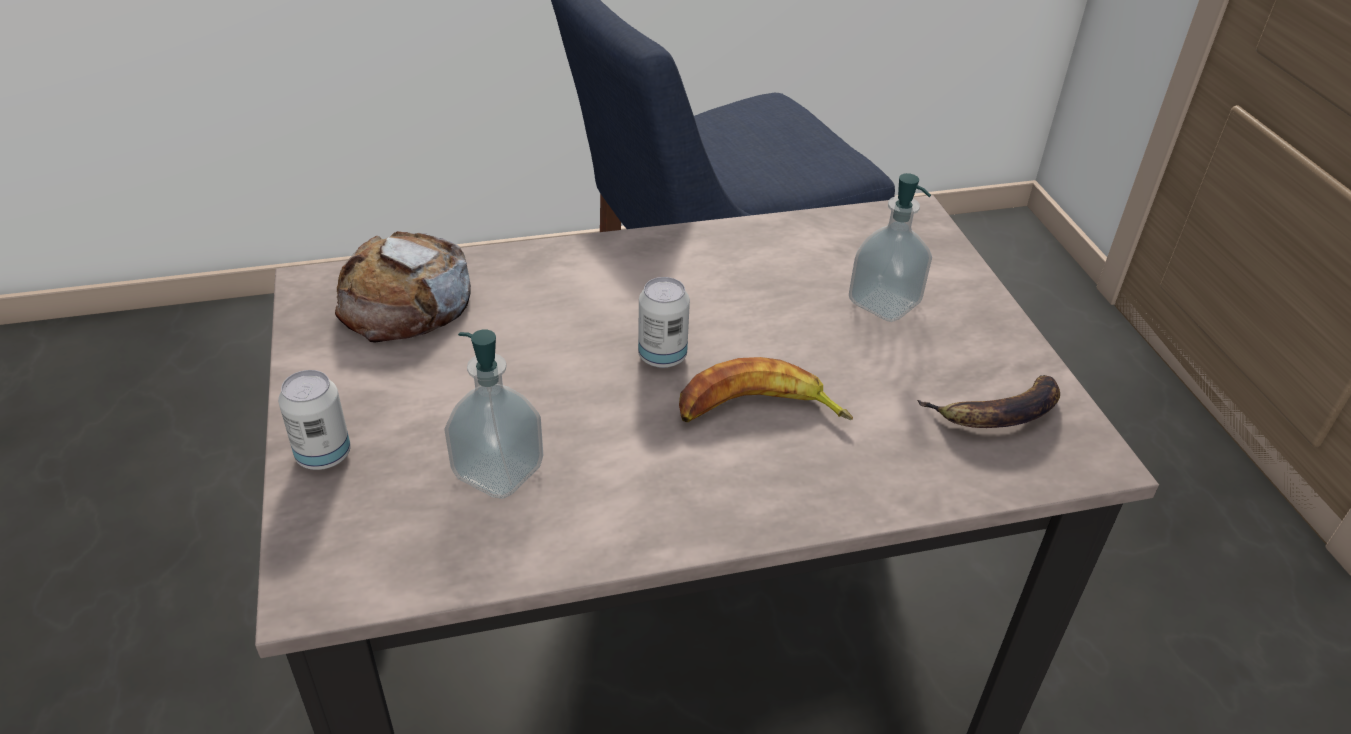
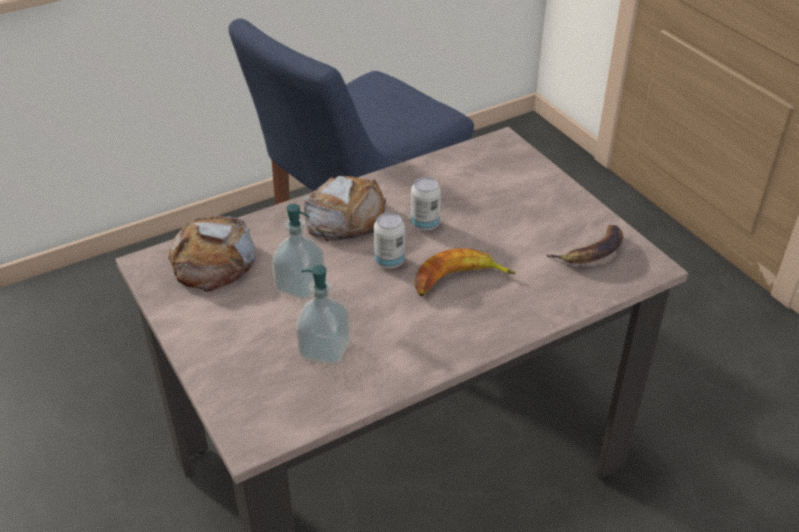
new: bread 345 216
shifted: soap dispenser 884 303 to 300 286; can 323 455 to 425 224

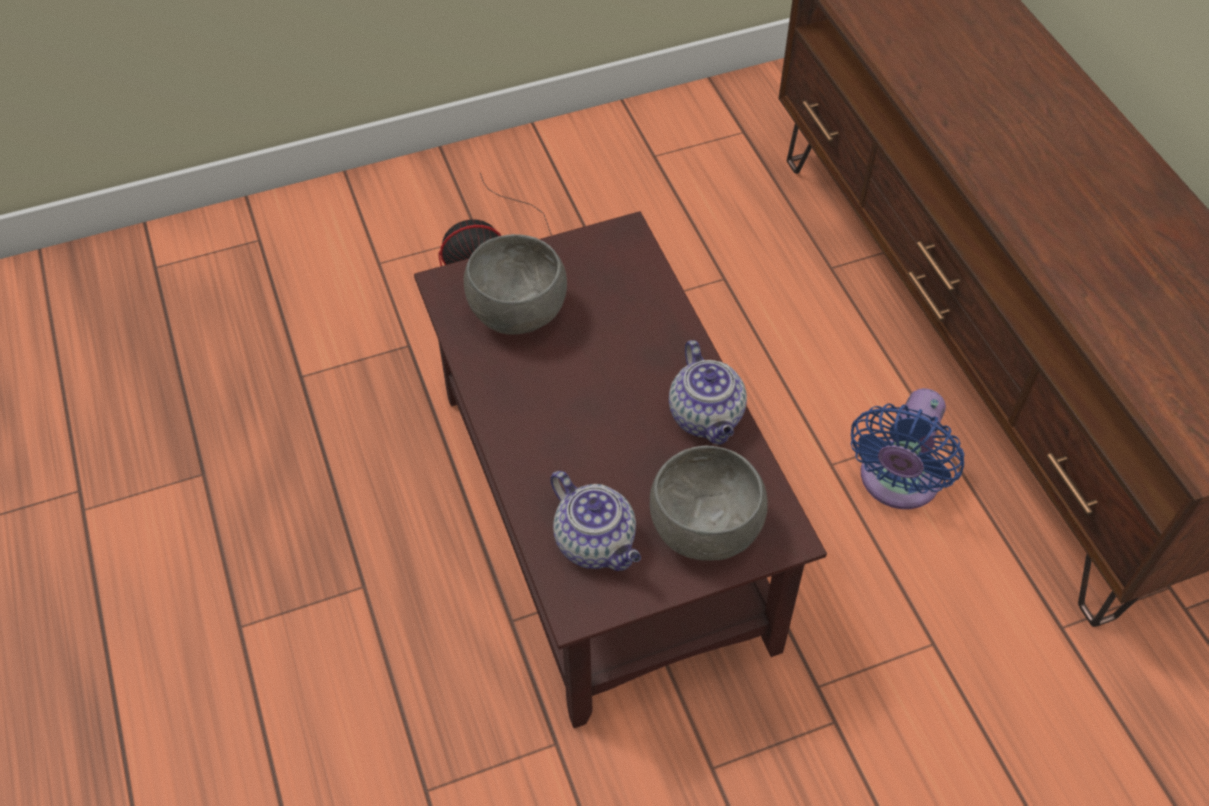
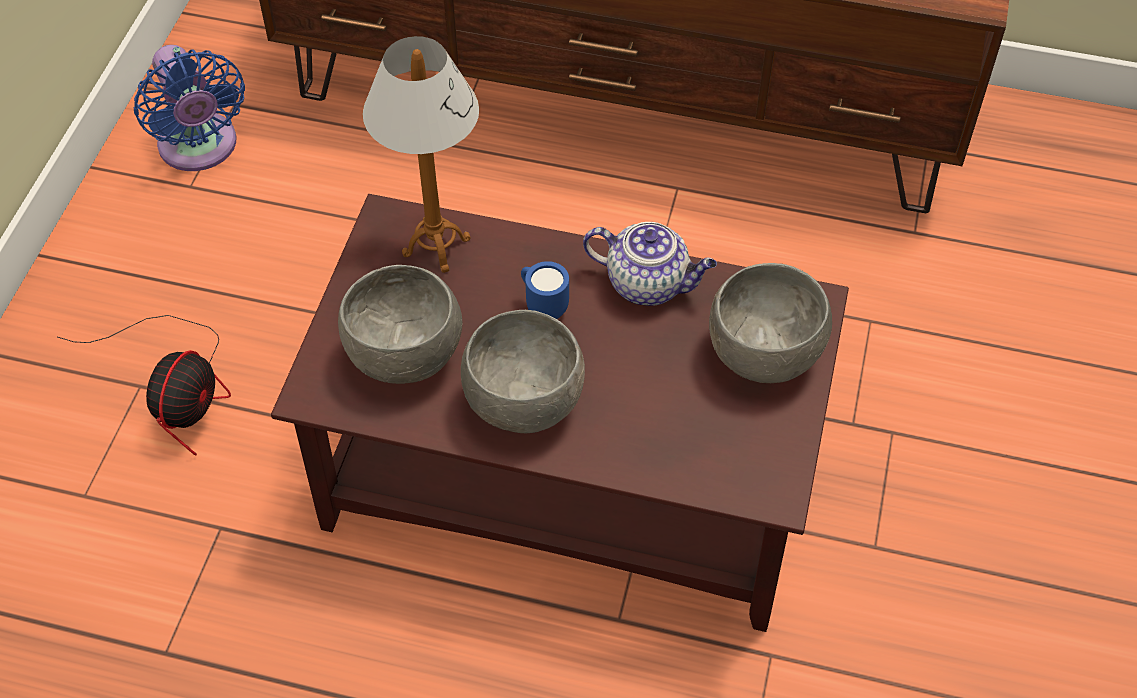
gone: teapot 597 543
new: table lamp 435 246; grey bowl 525 404; blue mug 543 308
shifted: blue fan 896 482 to 200 149

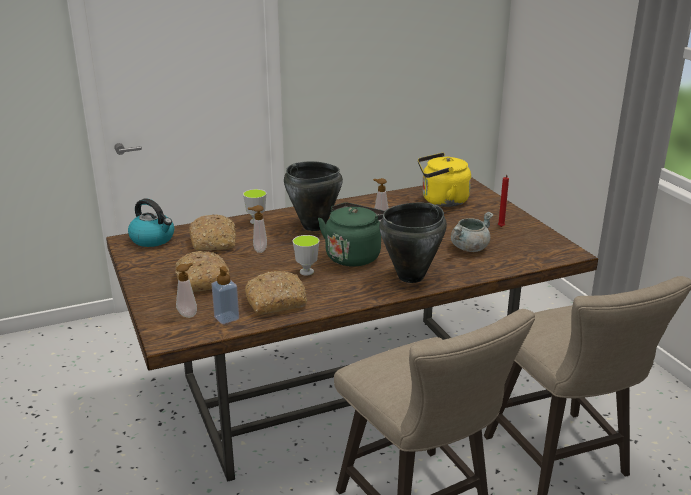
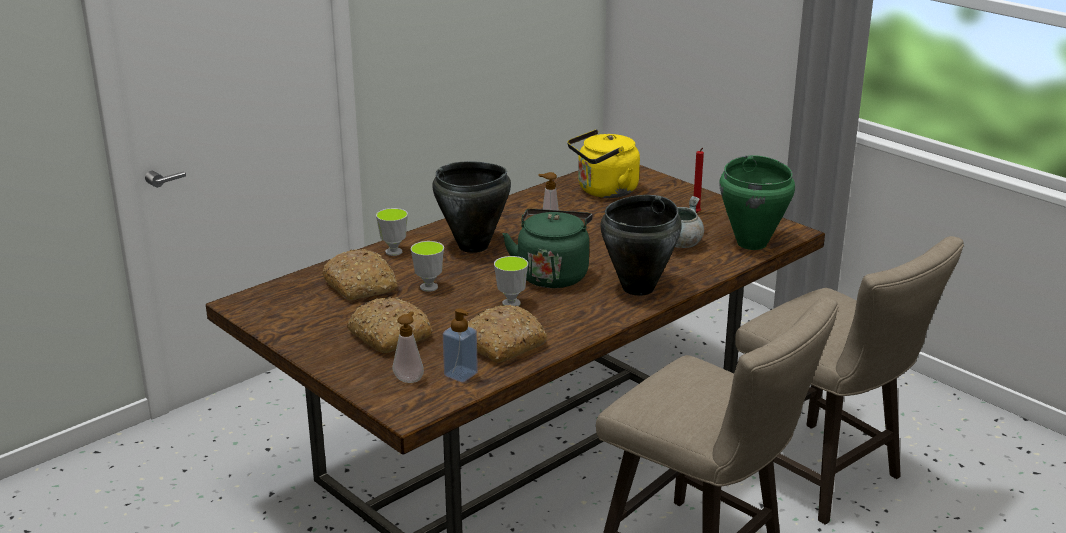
gone: kettle 153 239
new: green cooking pot 752 243
swapped: soap dispenser 258 250 to cup 429 287

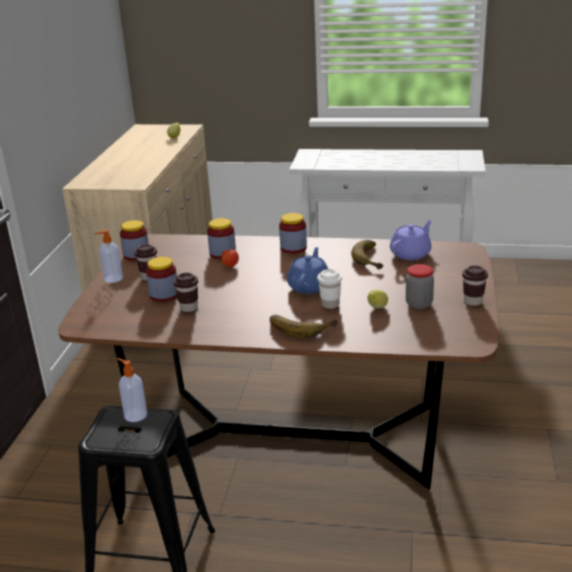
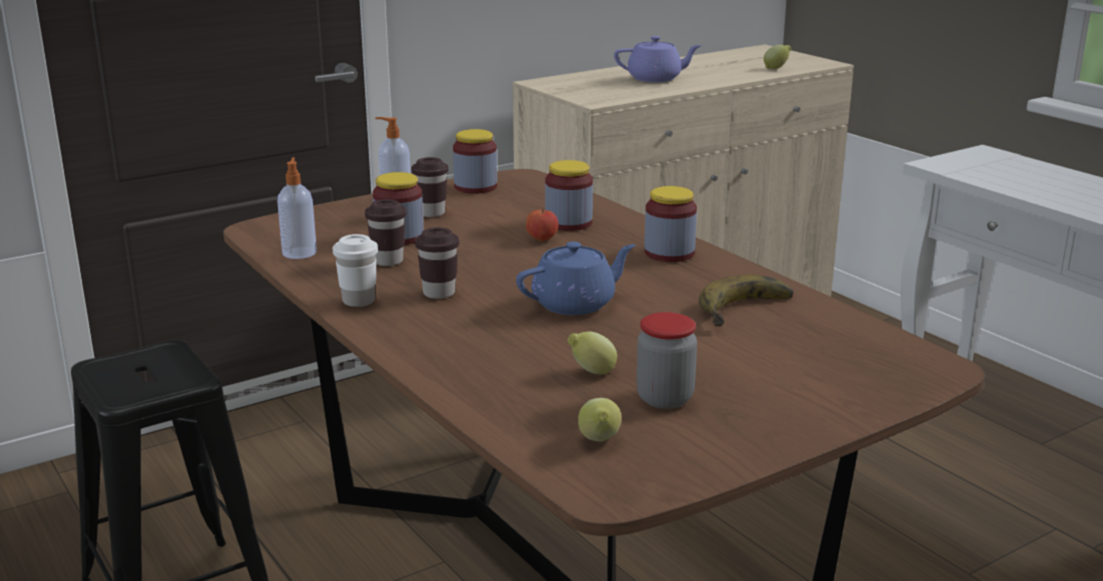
gone: banana 301 326
new: lemon 599 441
shifted: soap dispenser 135 415 to 299 252; white cup 330 305 to 358 301; brown cup 473 301 to 439 293; purple teapot 411 254 to 656 78

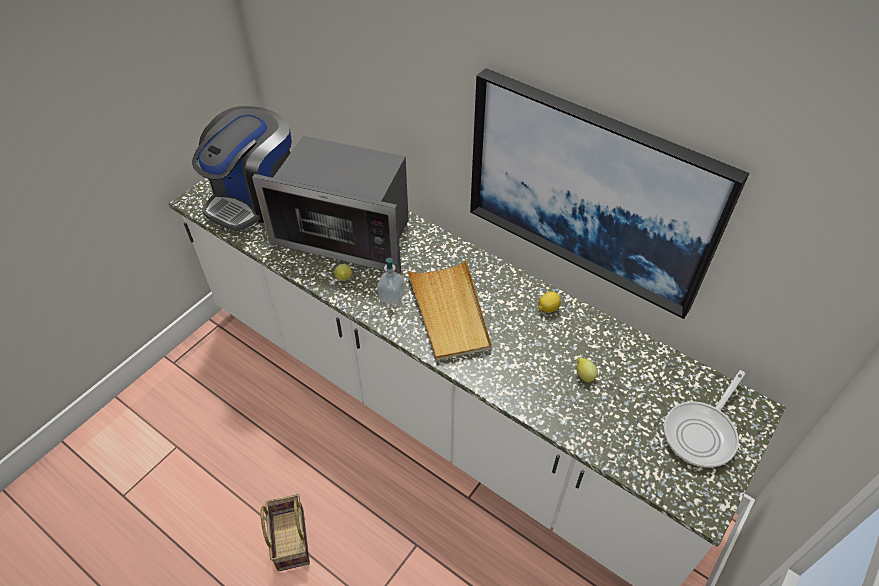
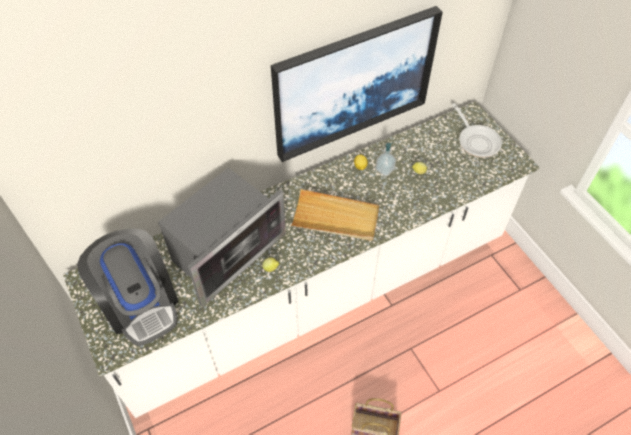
shifted: soap dispenser 392 296 to 384 170

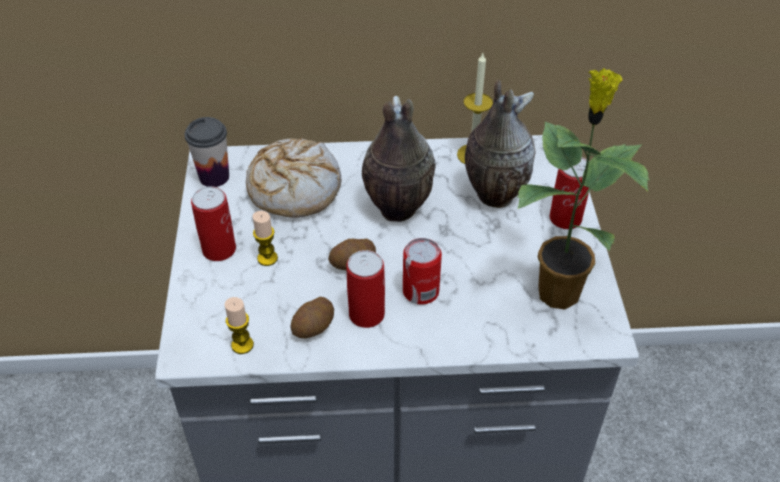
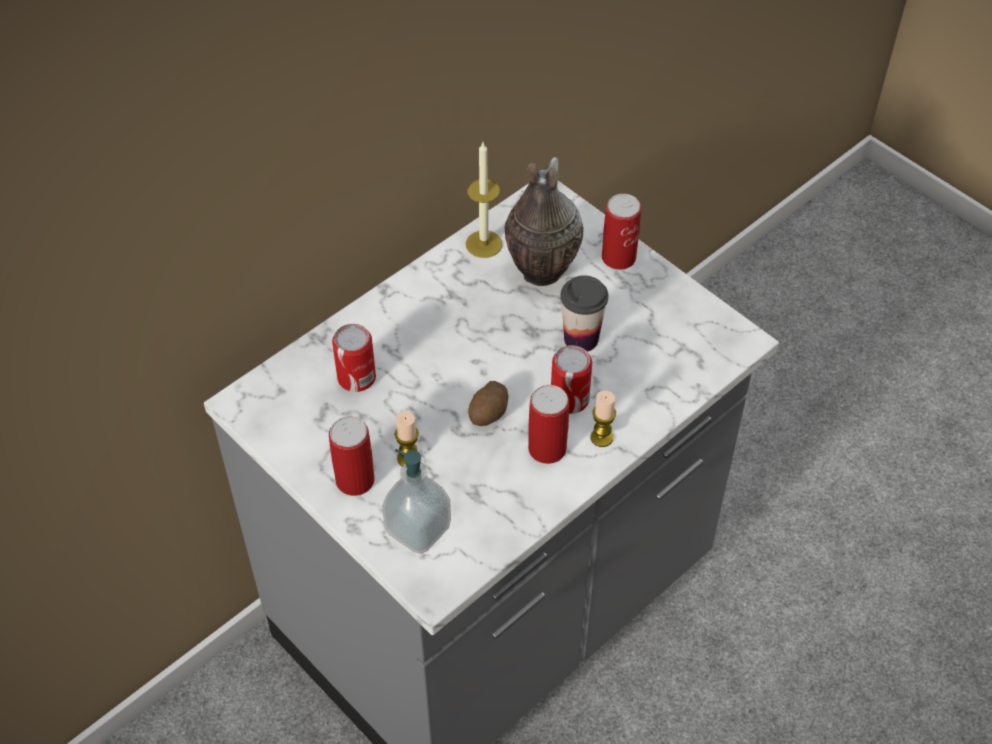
gone: potato 314 327; vase 396 211; potted plant 558 290
new: soap dispenser 418 529
shifted: cup 214 177 to 581 338; candle 242 345 to 601 437
swapped: bread 293 188 to can 356 378

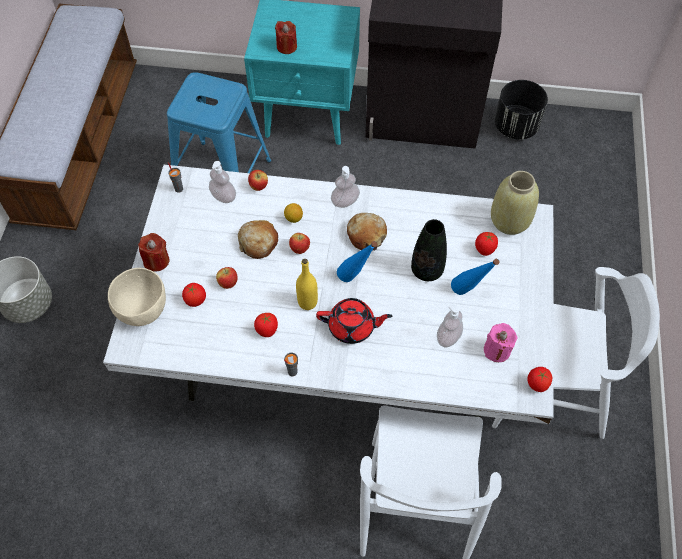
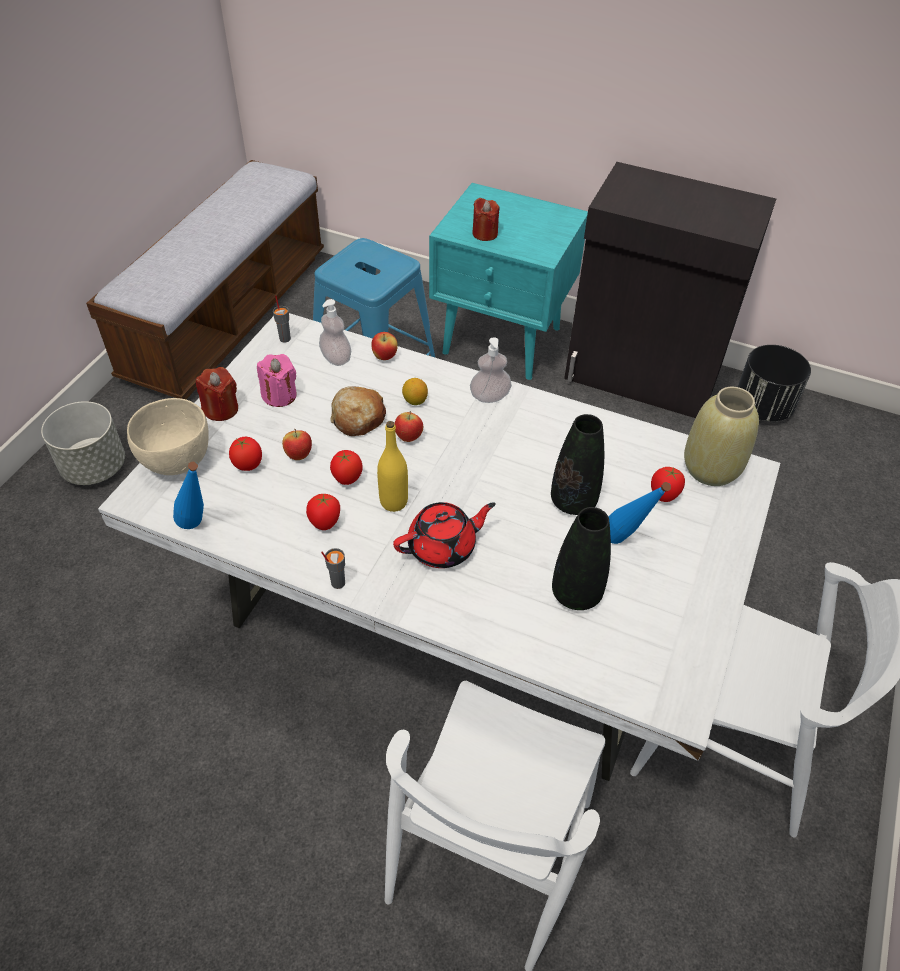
gone: bread 366 235
shifted: blue bottle 355 279 to 199 528; pink candle 497 350 to 279 395; tomato 536 385 to 347 479
swapped: soap dispenser 448 337 to black vase 576 594
rotated: red teapot 352 327 = 443 547 45 degrees counterclockwise

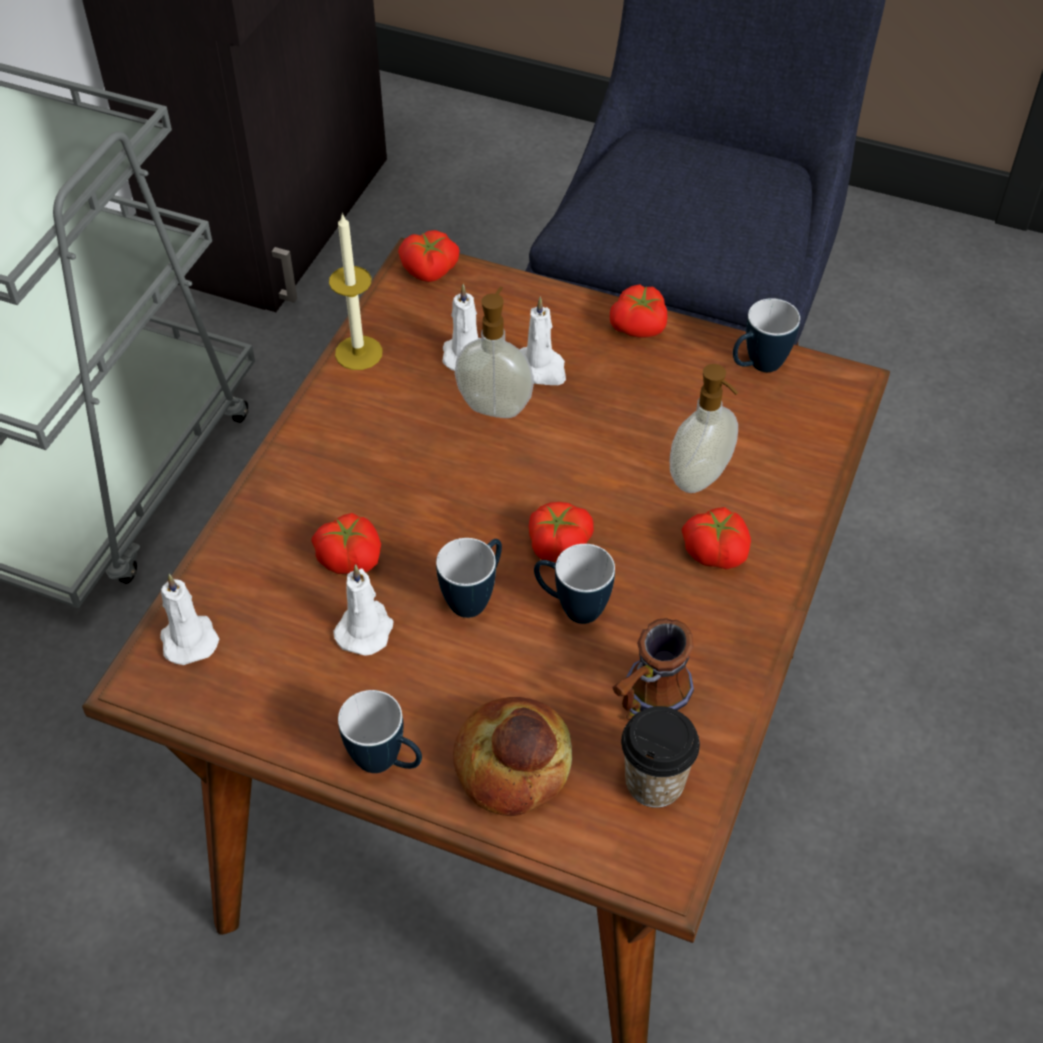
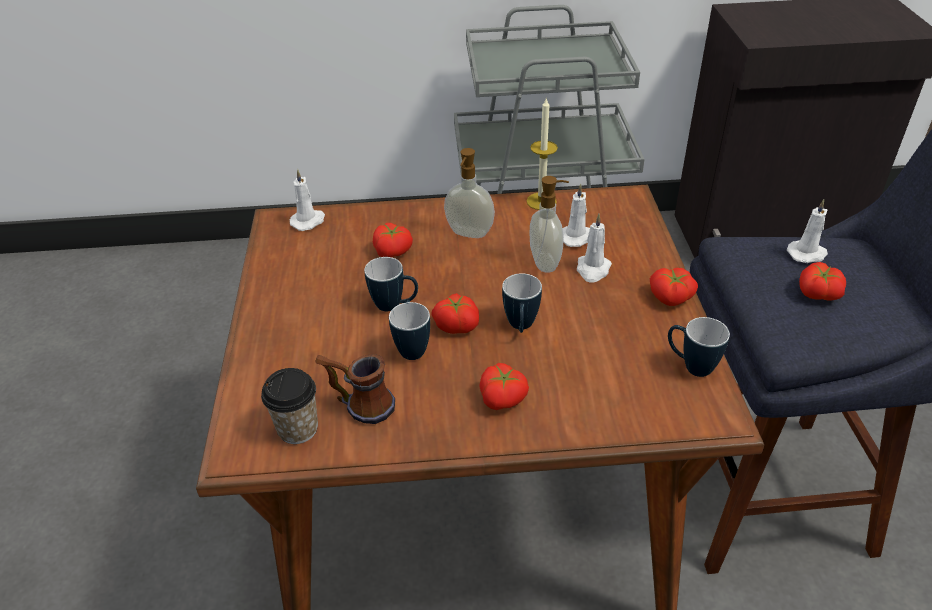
gone: bread 511 763
shifted: soap dispenser 701 478 to 469 233; mug 386 763 to 521 328; white candle 365 628 to 807 254; tomato 429 271 to 816 294

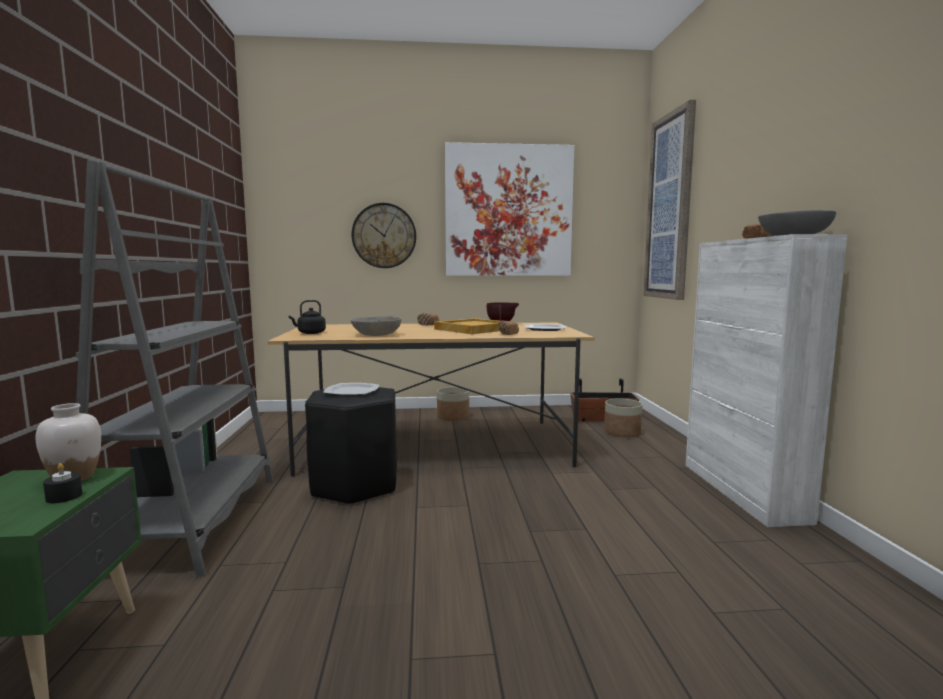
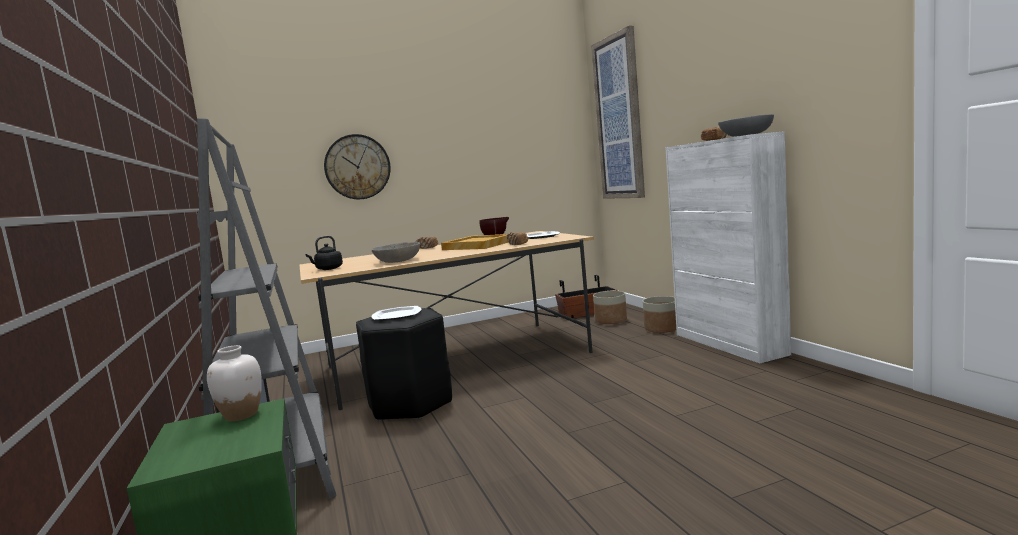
gone: black candle 64 497; picture 508 211
shifted: planter 453 417 to 662 328

